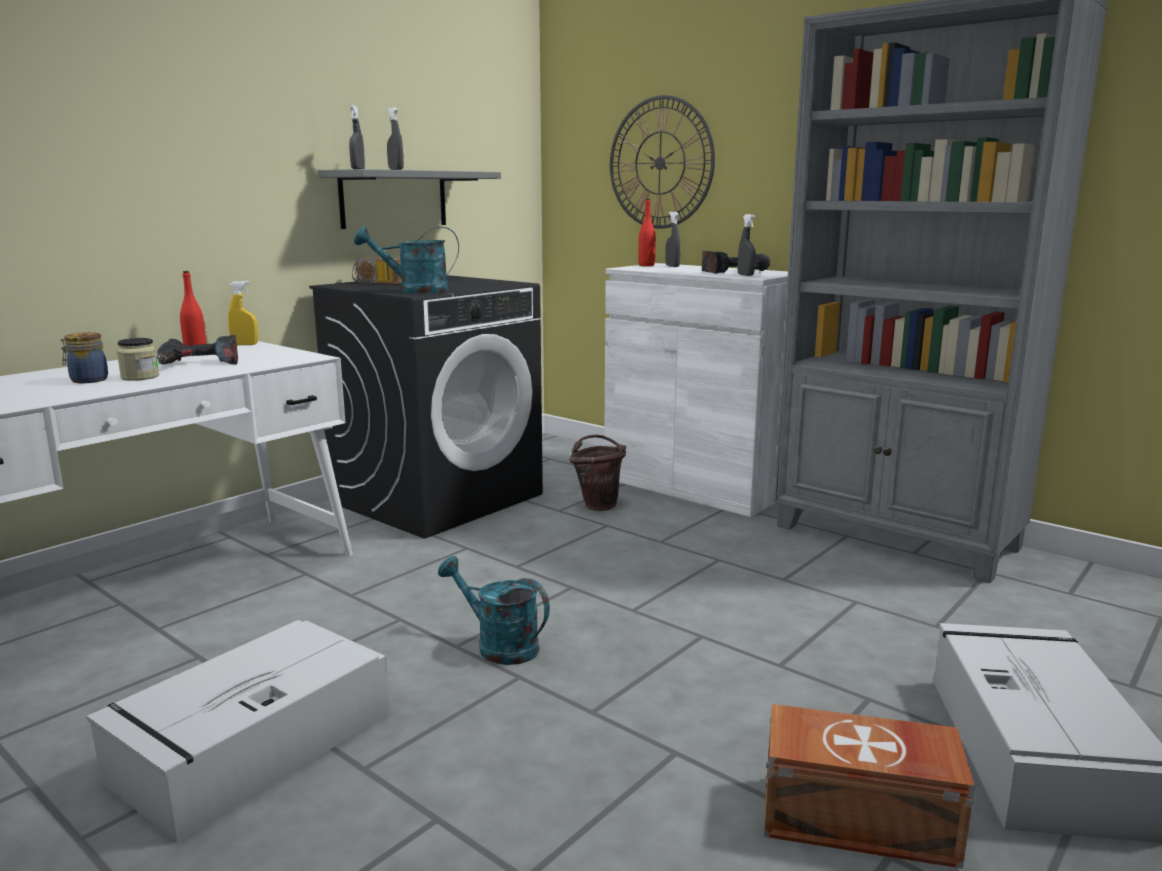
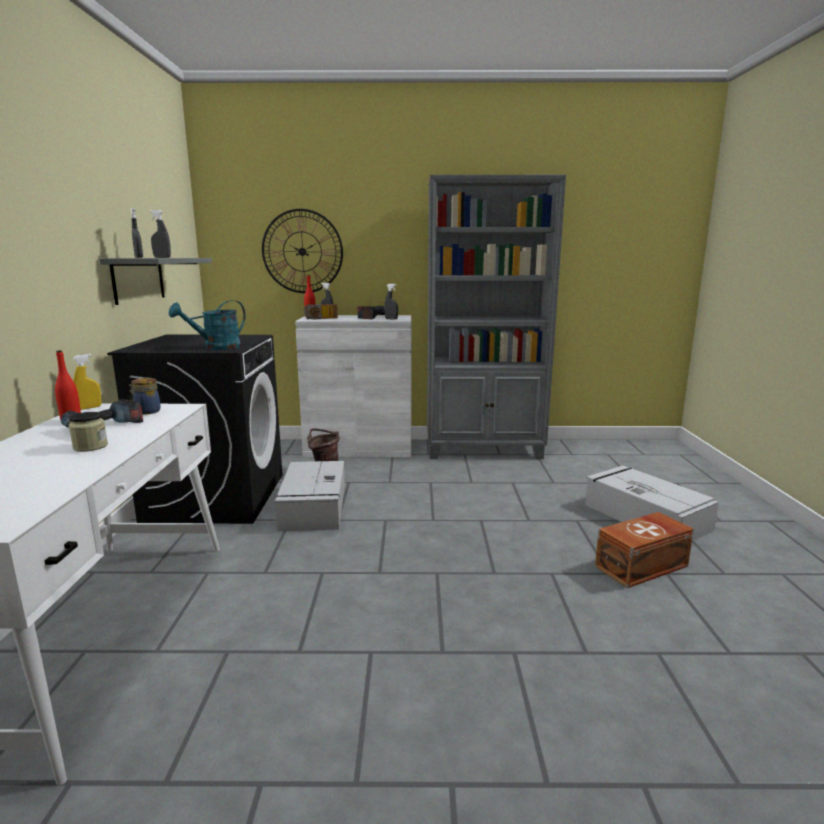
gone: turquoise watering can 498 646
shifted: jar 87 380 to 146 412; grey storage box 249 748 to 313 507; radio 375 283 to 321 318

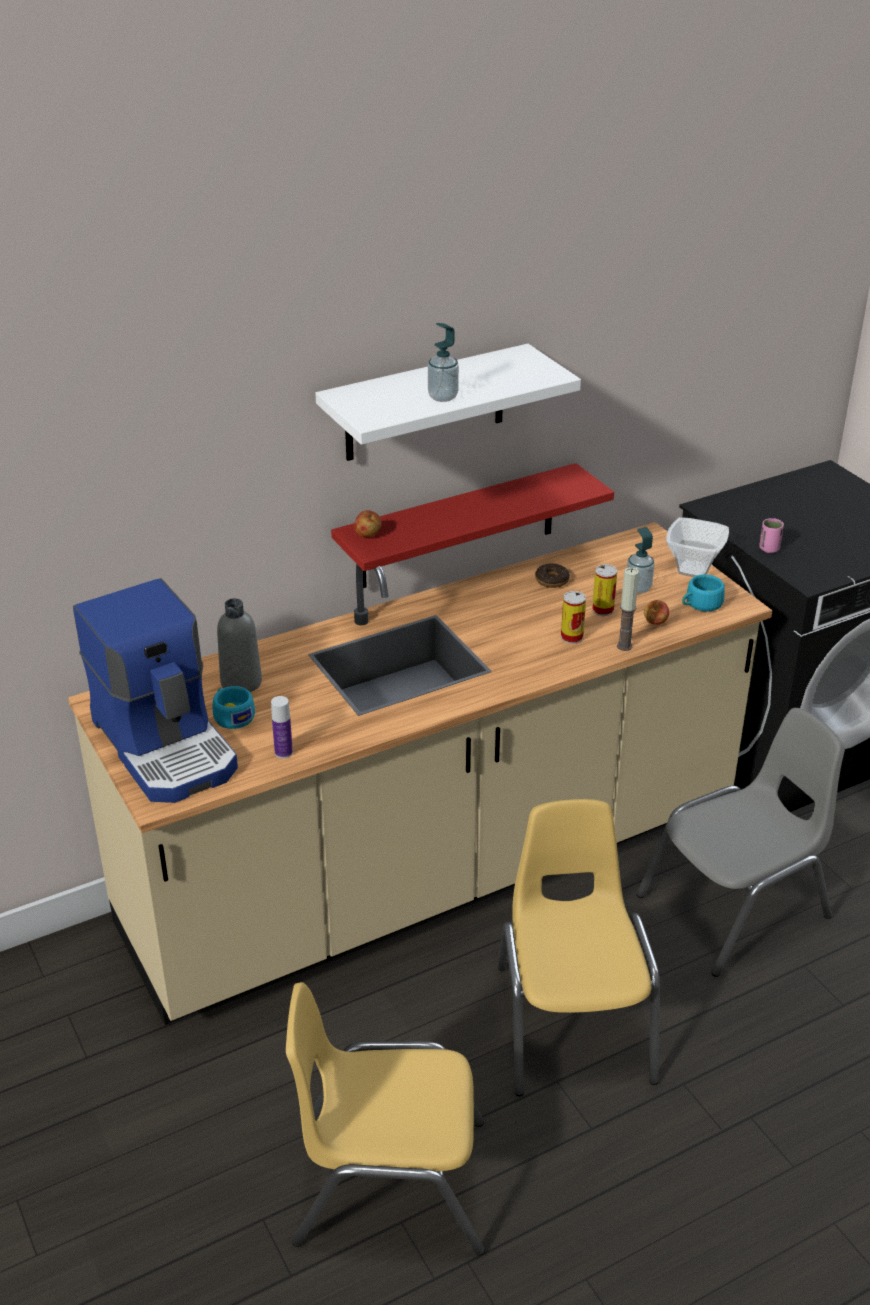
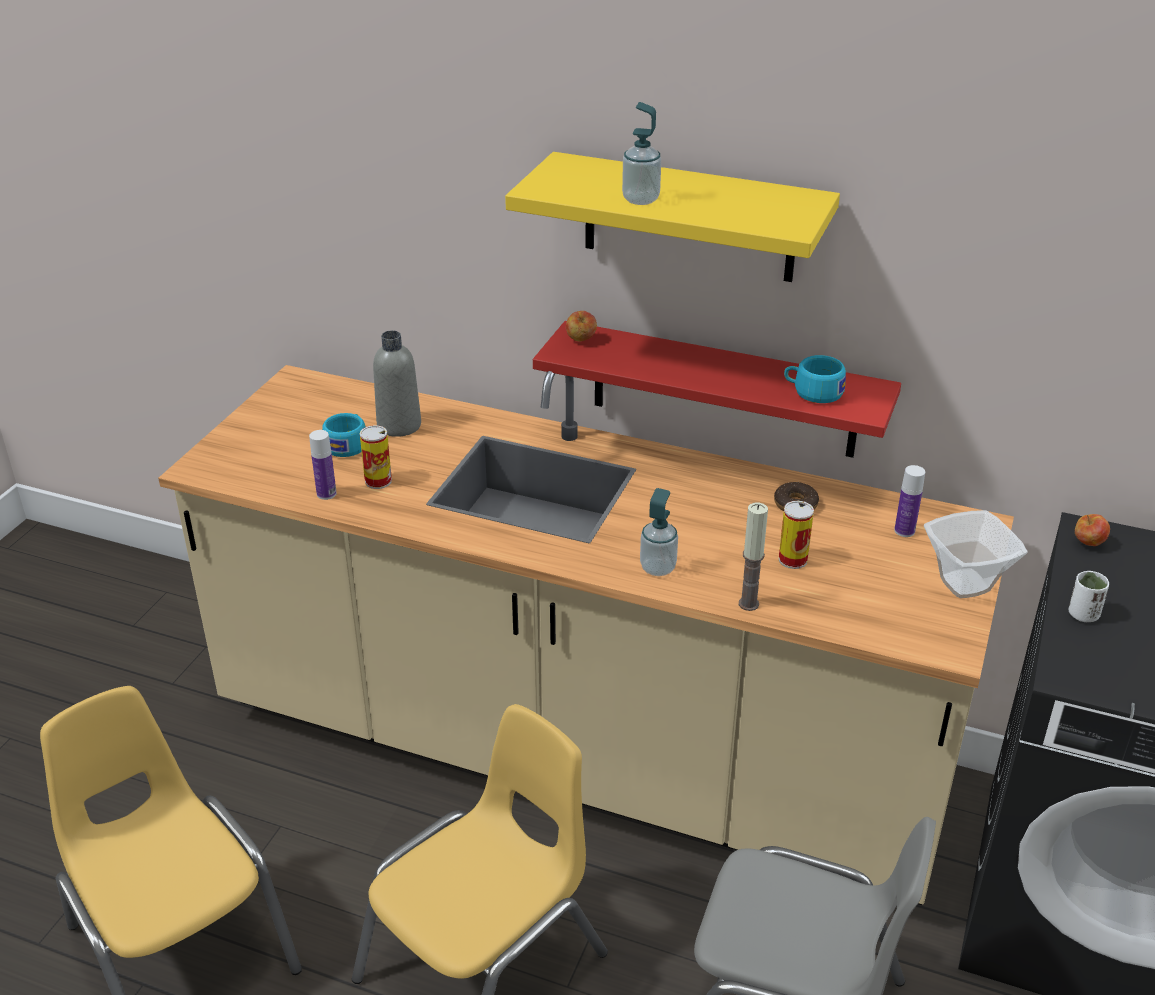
gone: coffee machine 167 745
new: bottle 904 531
shifted: can 572 637 to 378 481; soap dispenser 638 588 to 658 568; turquoise cup 700 604 to 812 392; apple 655 623 to 1088 544
repainted: white shelf 425 403 to yellow shelf 689 218; pink cup 769 549 to white cup 1083 615

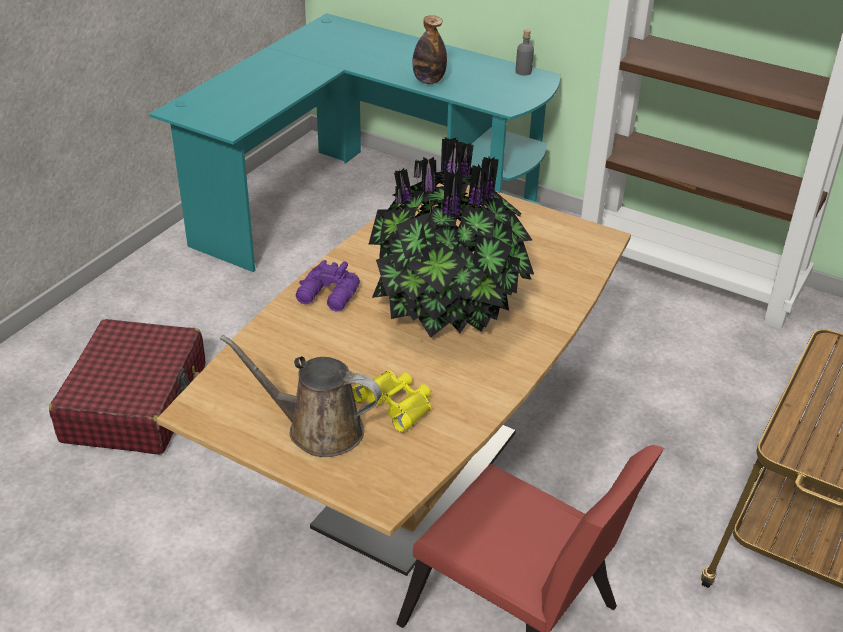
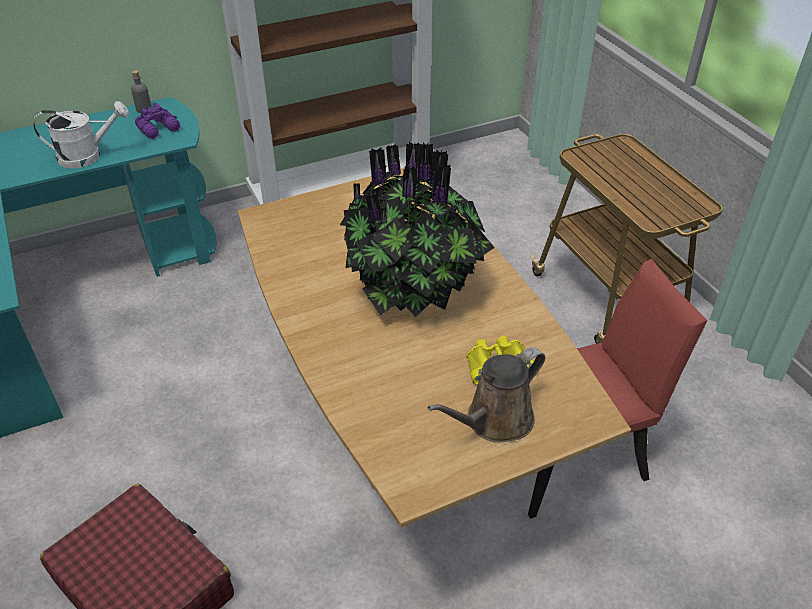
shifted: purple binoculars 328 297 to 160 129
swapped: bottle 429 81 to white watering can 88 156

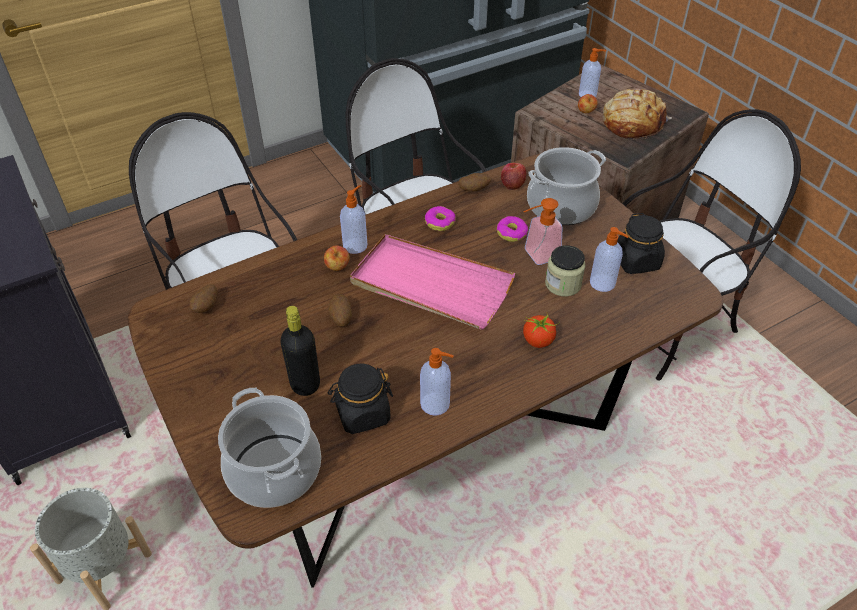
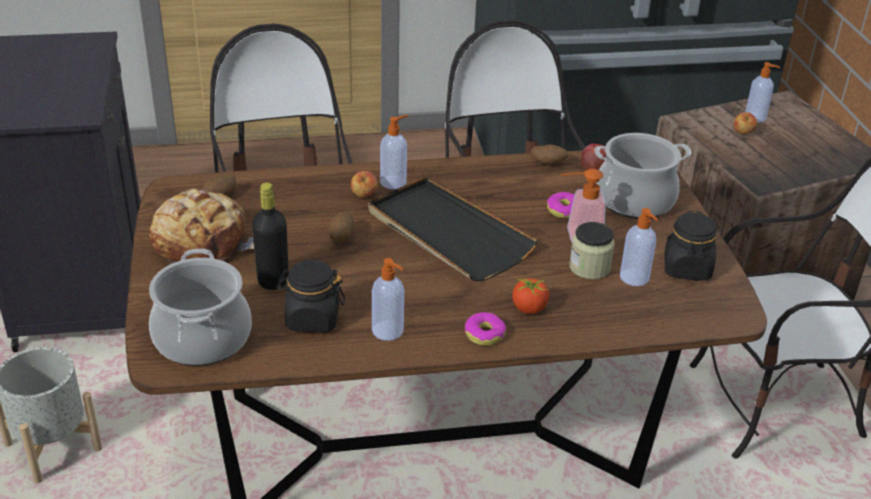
shifted: bread 632 123 to 201 241; donut 440 222 to 484 334
repainted: pink tray 430 285 to black tray 448 233

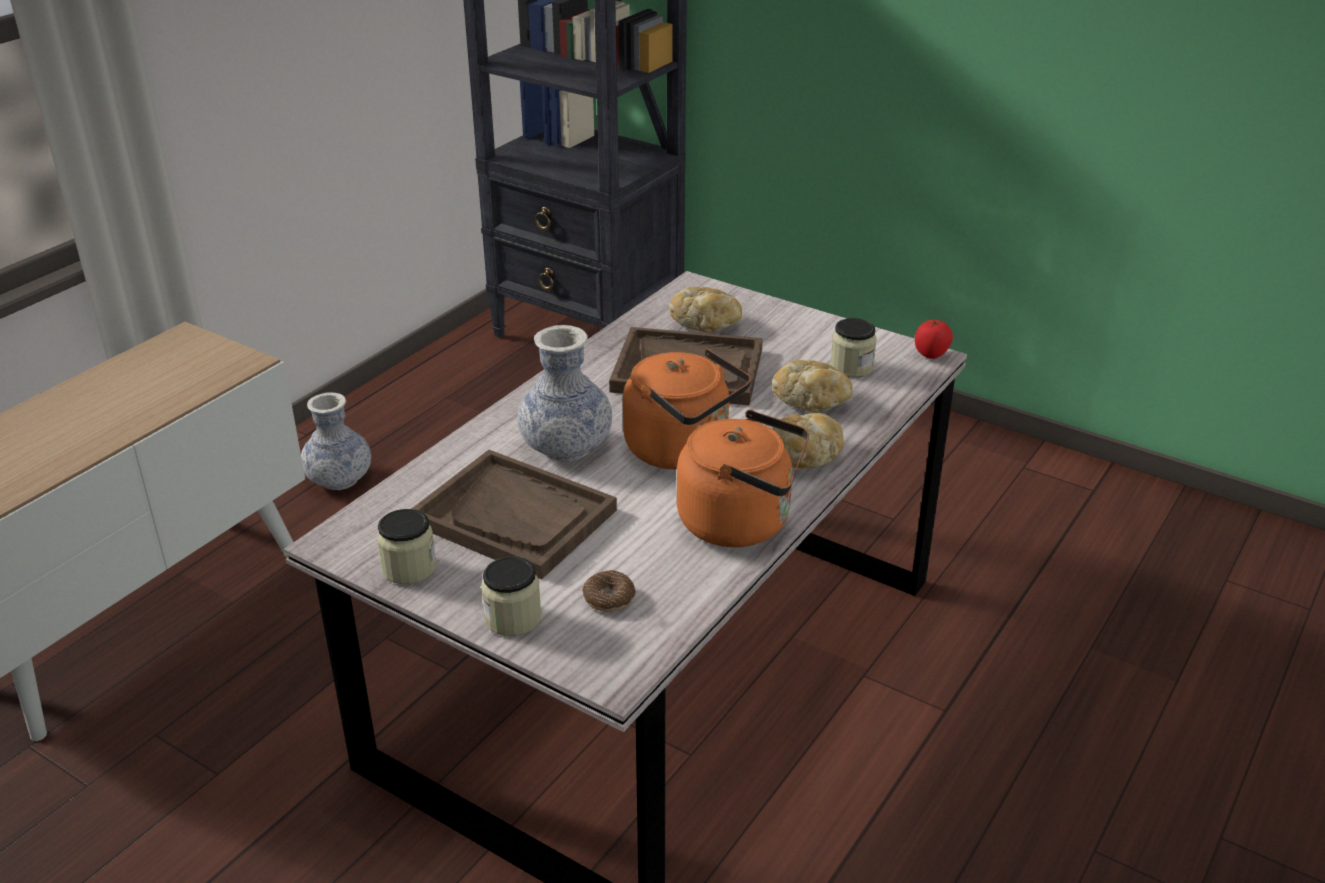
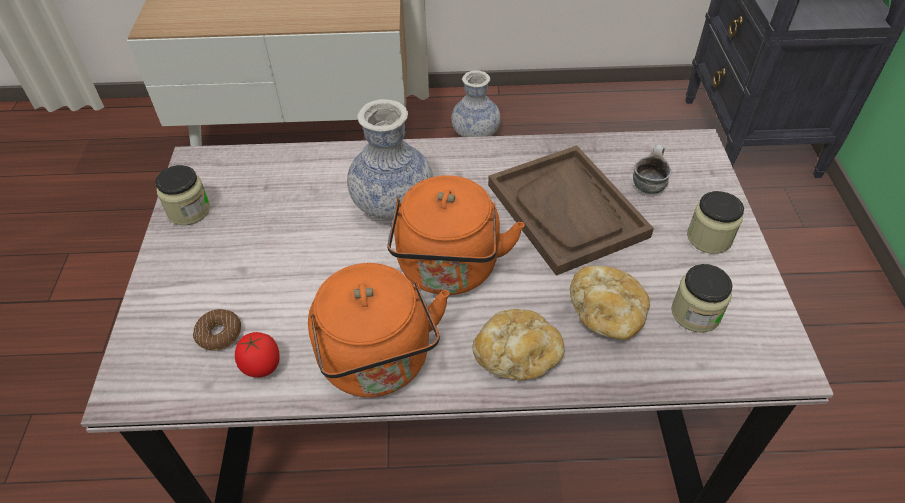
gone: brown tray 515 517
shifted: tomato 931 354 to 262 367; jar 513 618 to 709 238
swapped: bread 706 324 to mug 648 183

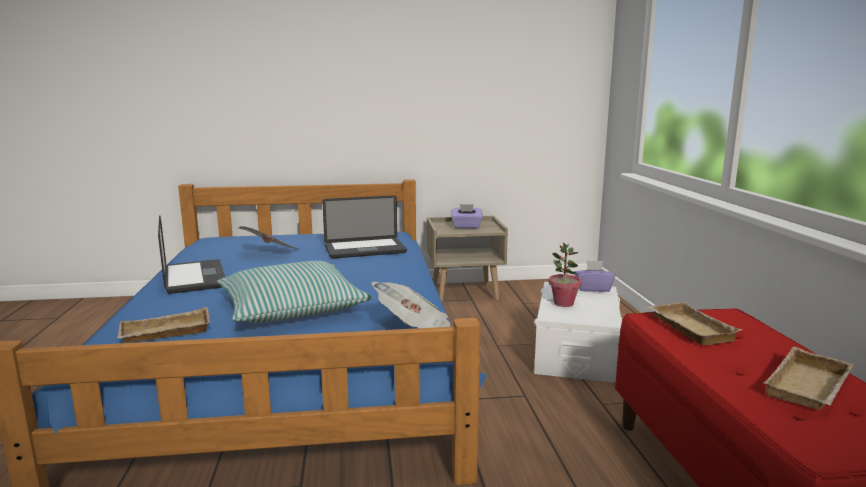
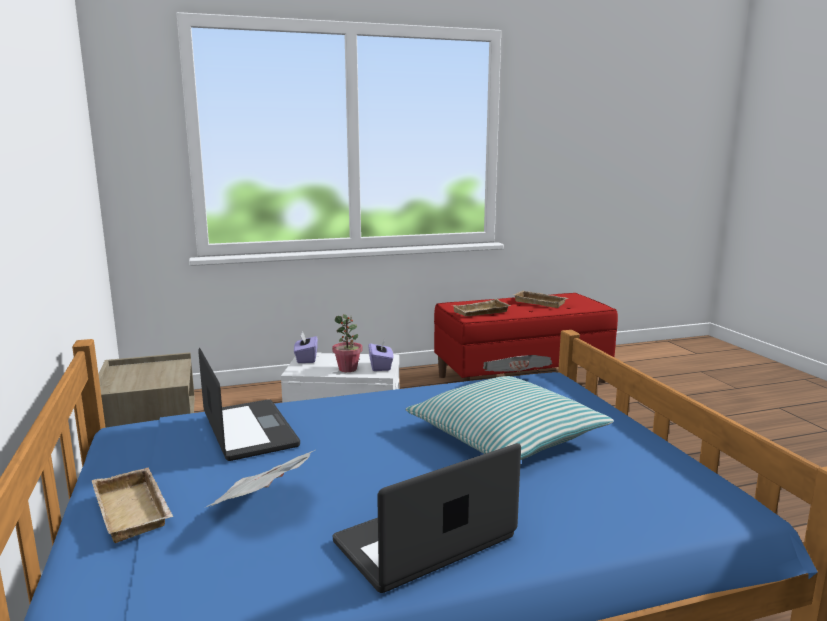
shifted: beige tray 164 333 to 135 510; purple tissue box 466 226 to 381 366

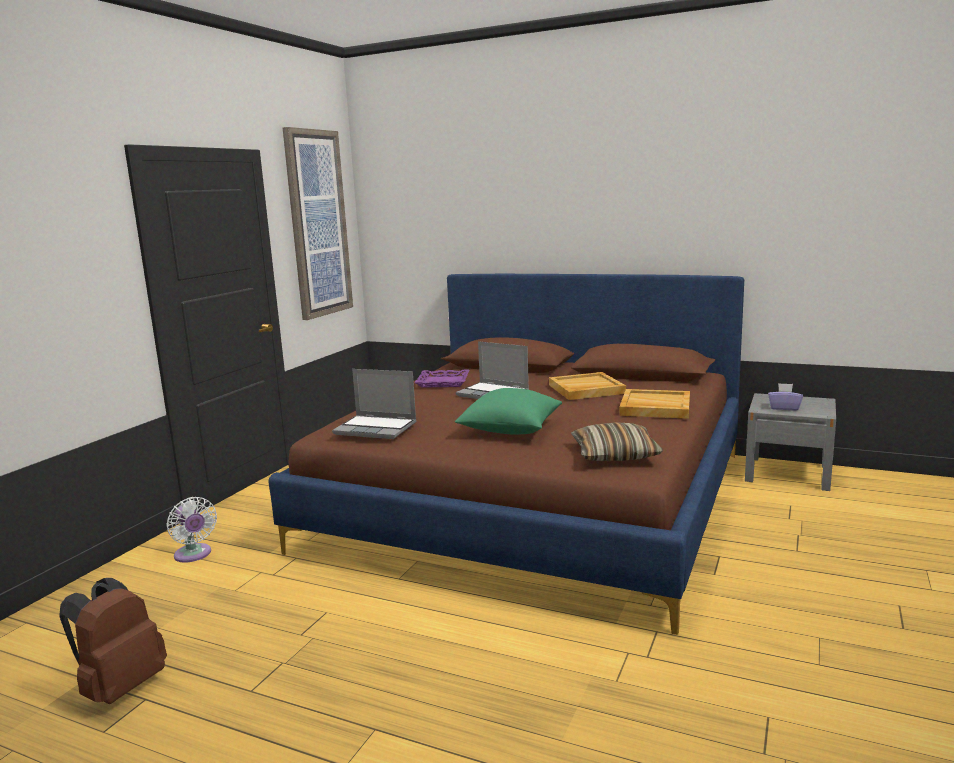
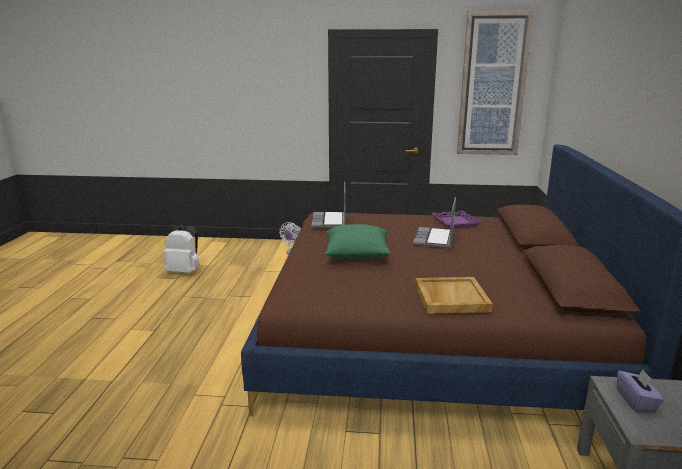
gone: beige tray 586 389; pillow 615 454
repainted: brown backpack 120 687 to white backpack 184 271

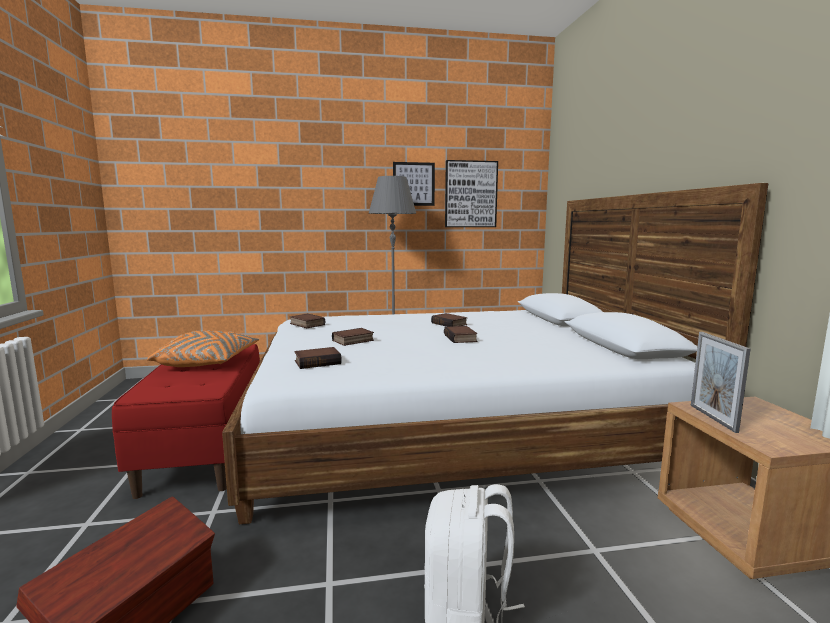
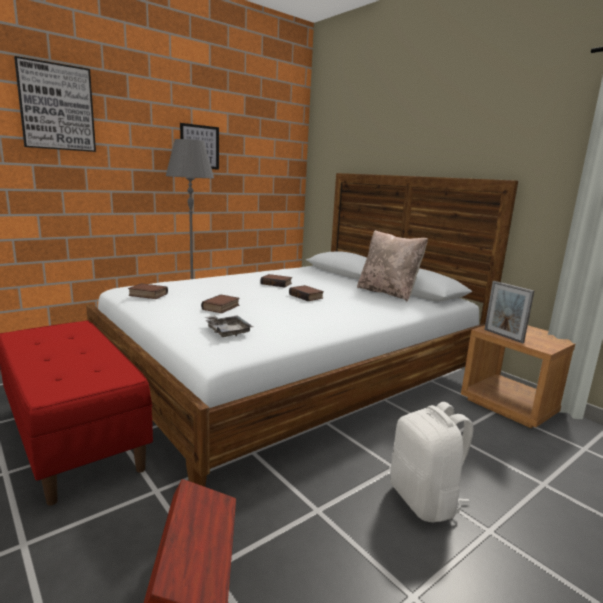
gone: orange pillow 208 363
new: beige pillow 388 293
shifted: picture 470 194 to 57 107
swapped: book 318 362 to grey tray 227 331

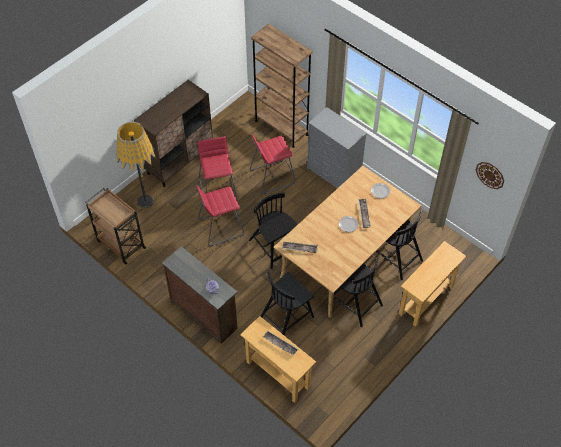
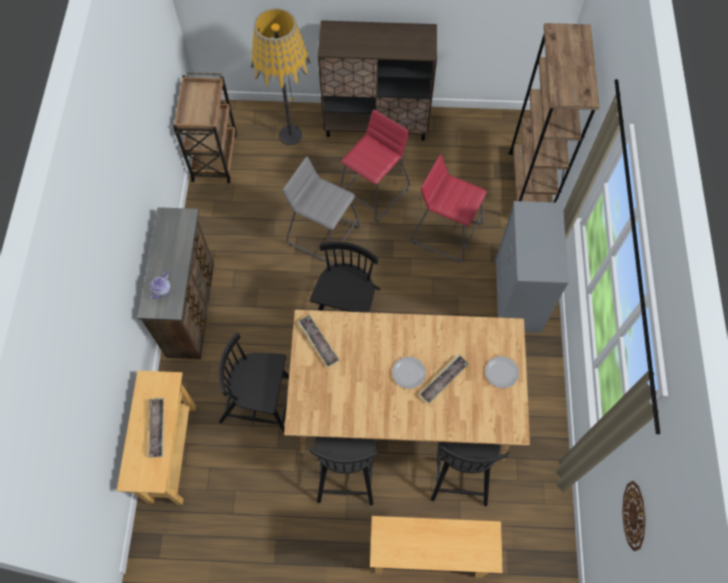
repainted: red stool 221 227 to grey stool 323 234

